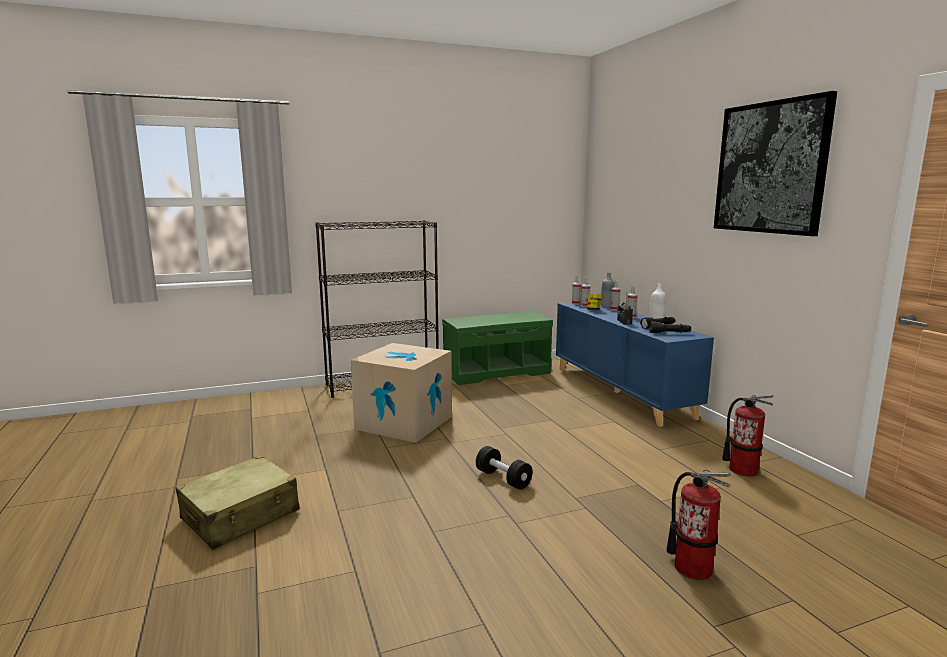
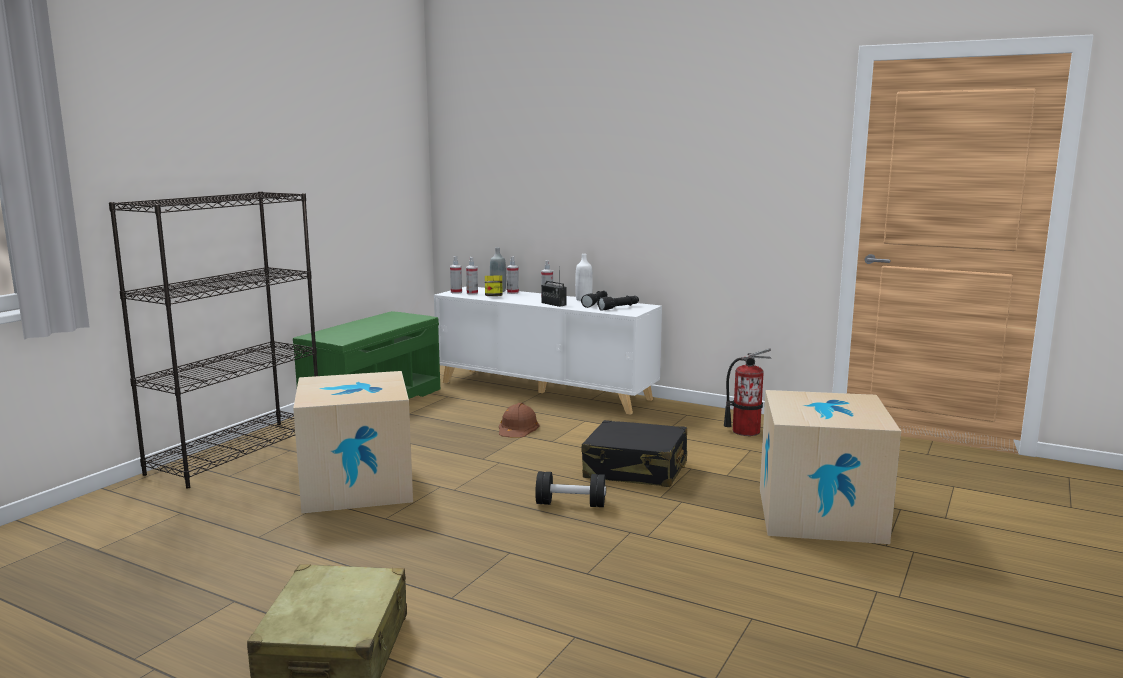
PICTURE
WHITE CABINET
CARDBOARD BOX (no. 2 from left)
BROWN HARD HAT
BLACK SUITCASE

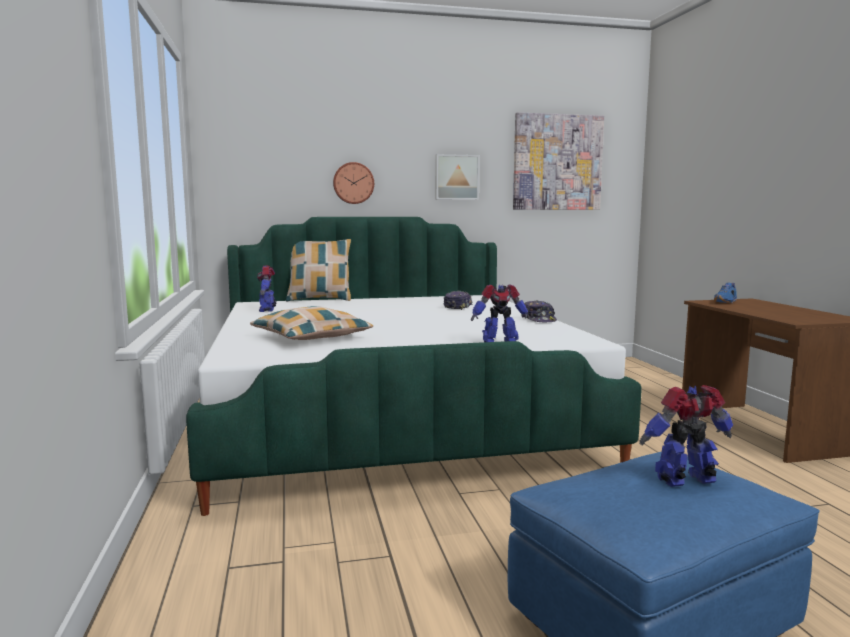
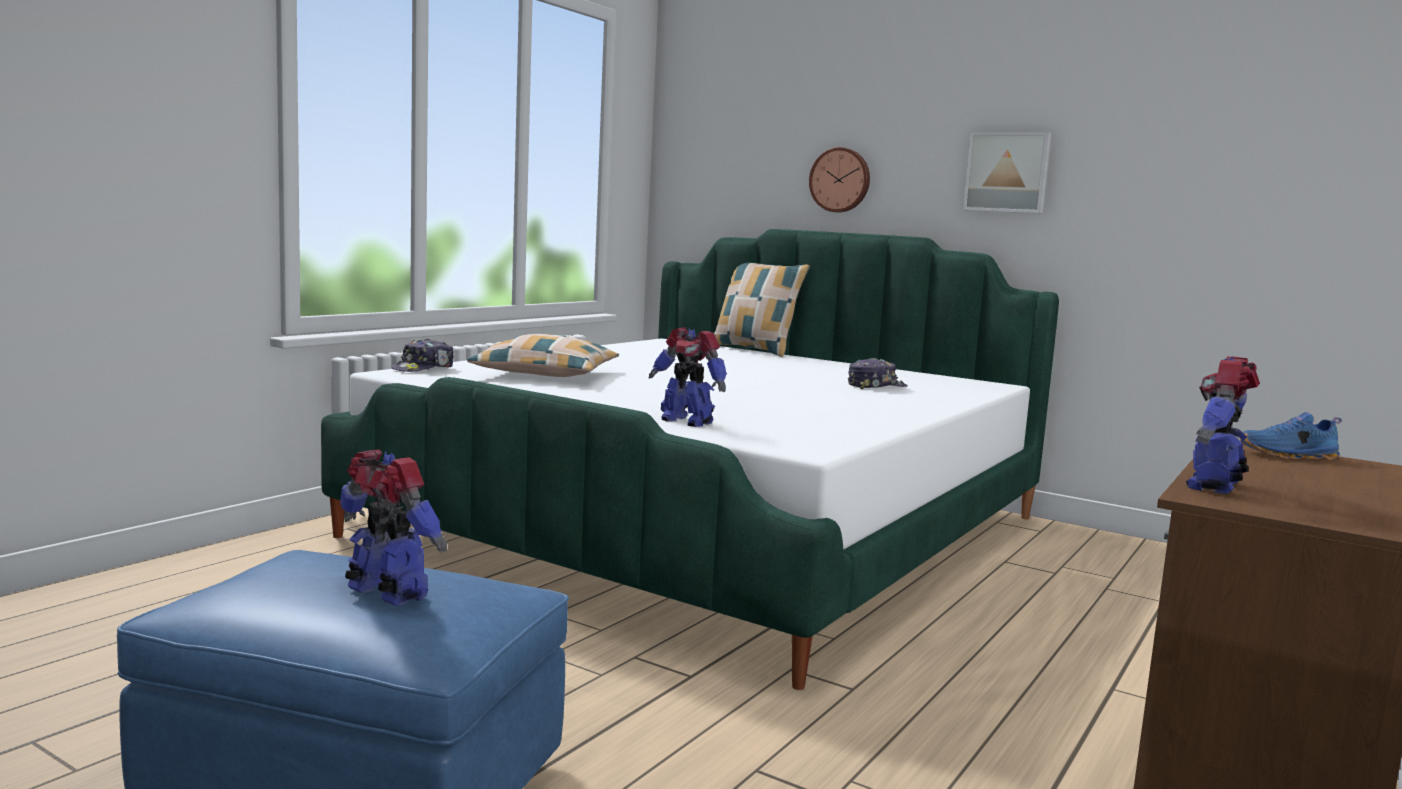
PICTURE (no. 2 from left in the first image)
TOY ROBOT (no. 3 from left)
CAP (no. 1 from left)

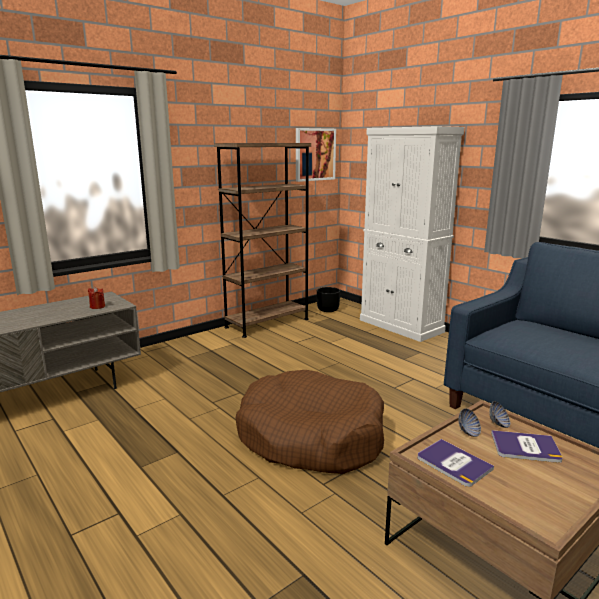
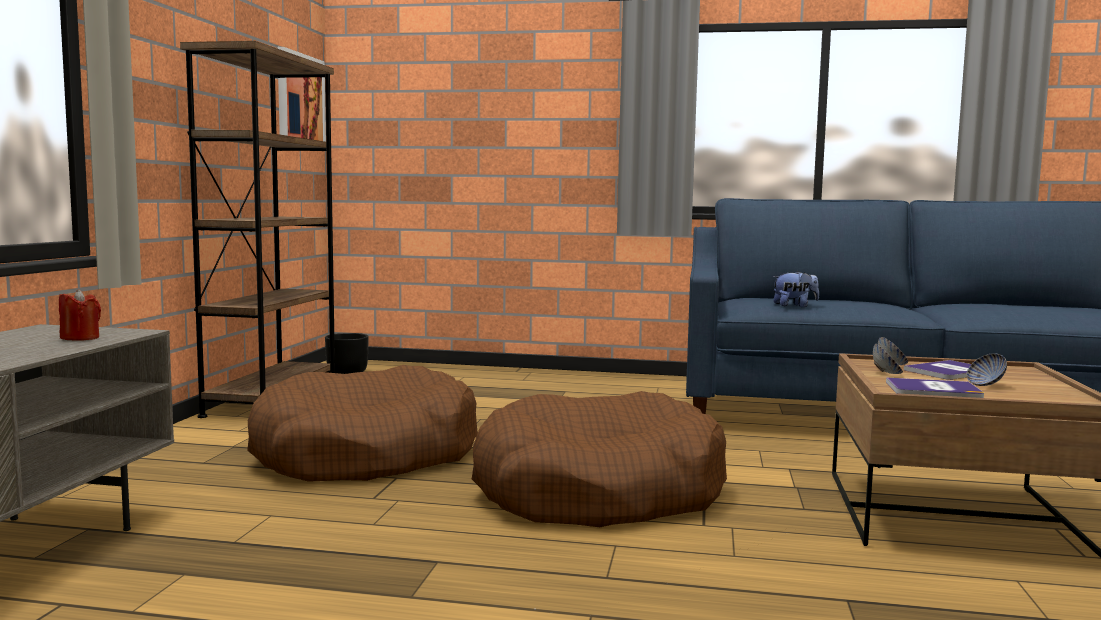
WHITE CABINET
PLUSH TOY
BOWL (no. 3 from left)
BROWN DOG BED (no. 1 from left)

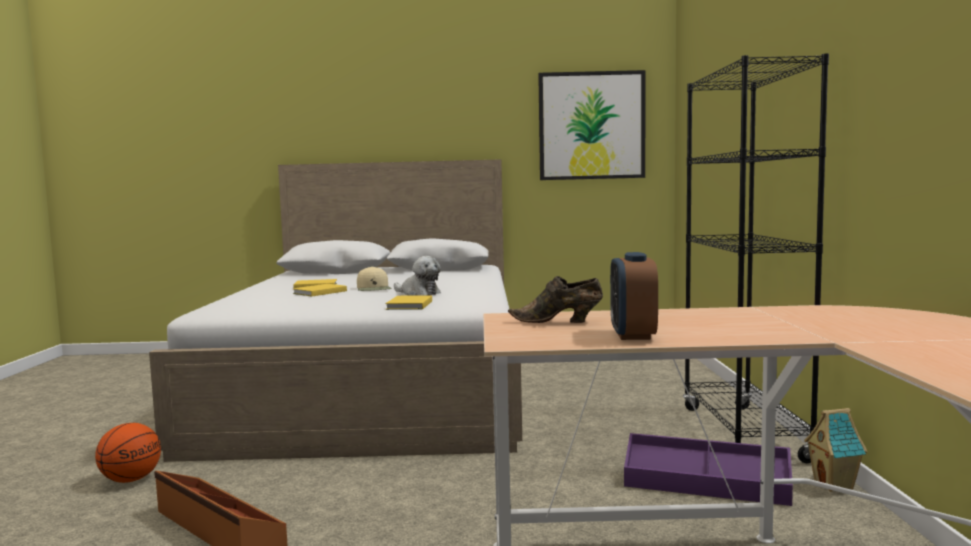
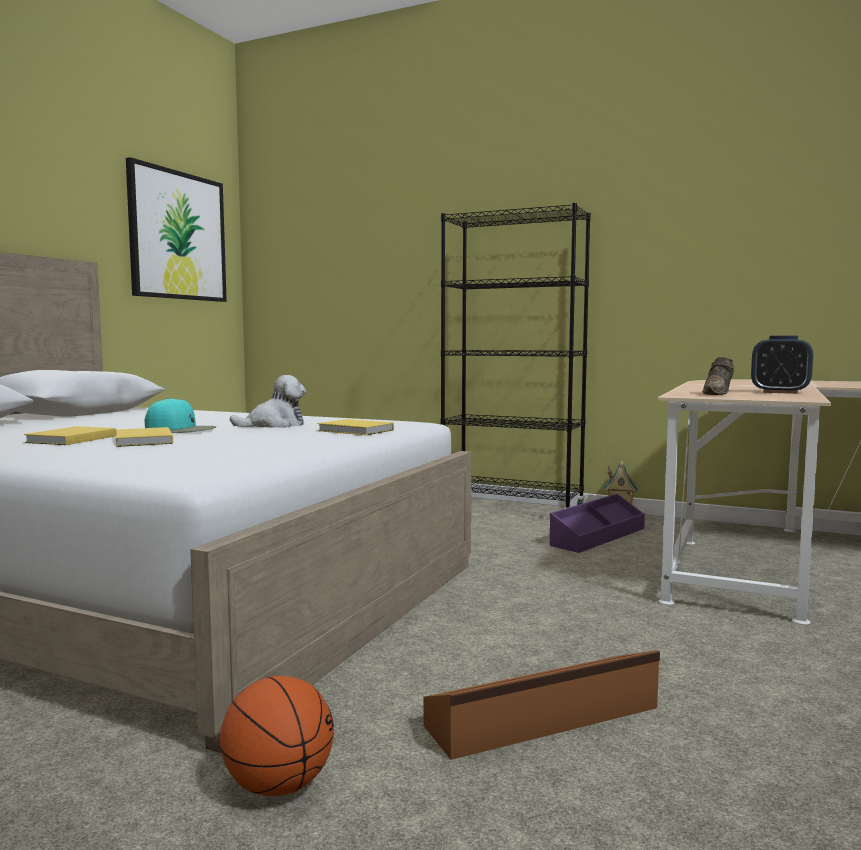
TURQUOISE CAP

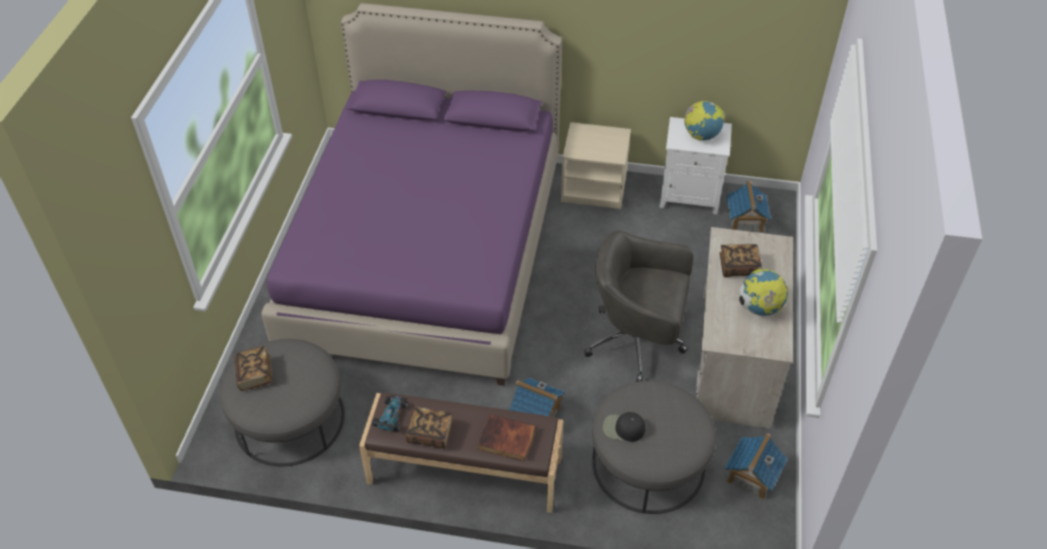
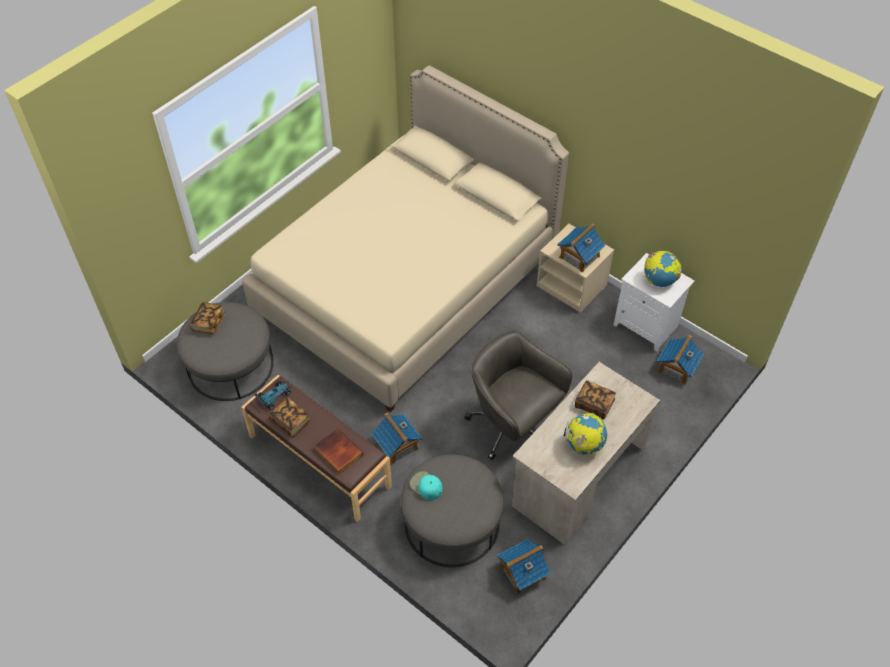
BEIGE BED
TURQUOISE CAP
TOY HOUSE (no. 3 from left)

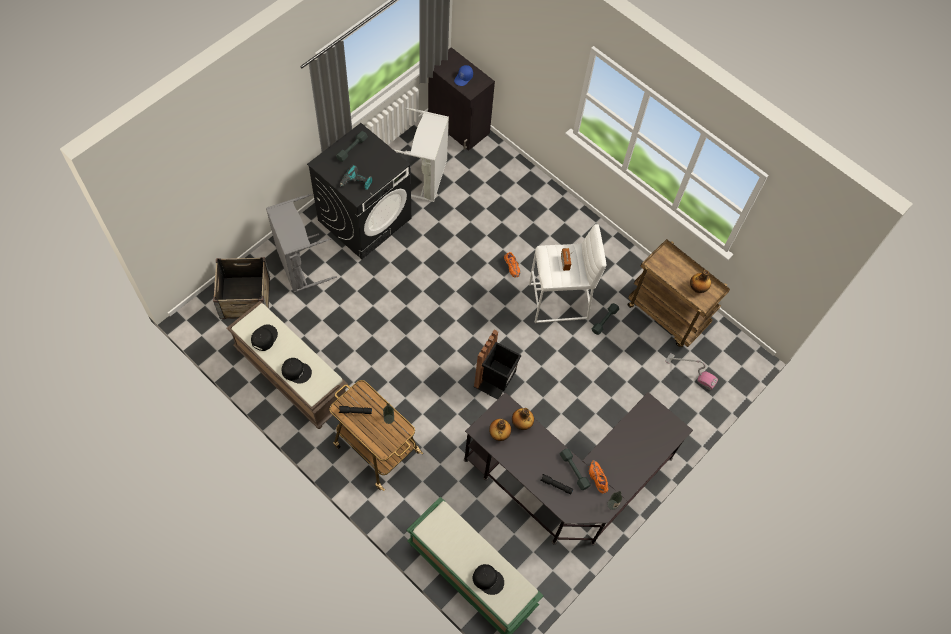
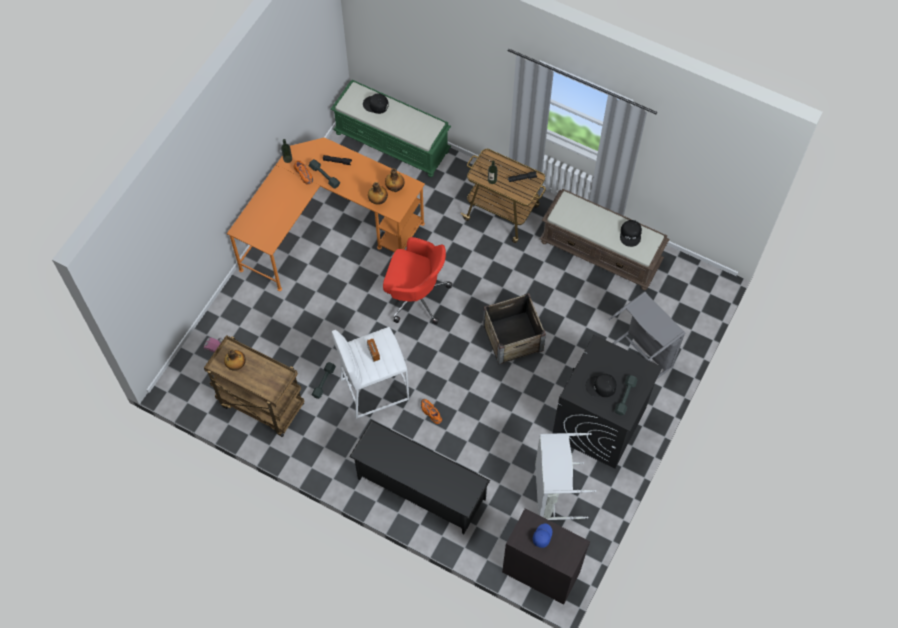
POWER DRILL
CRATE
RED OFFICE CHAIR
BLACK CAP (no. 2 from left)
ORANGE DESK
BLACK SHOE RACK

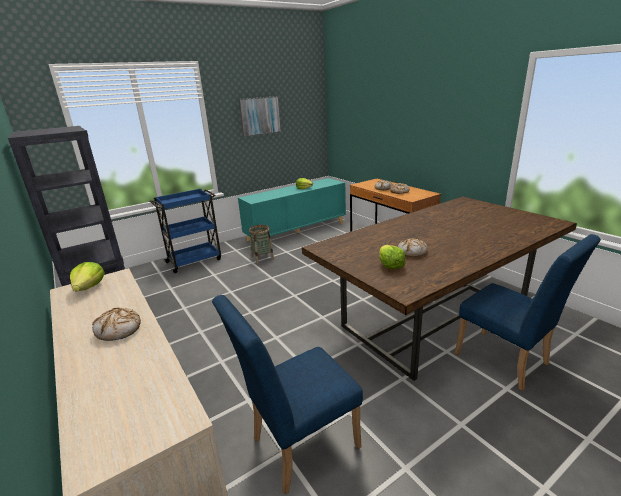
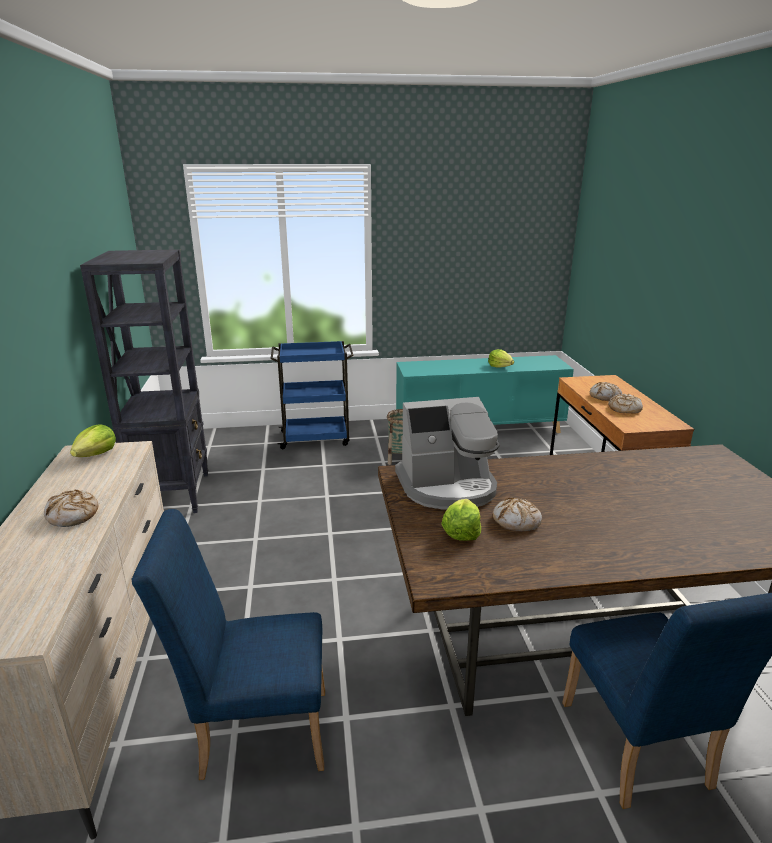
PICTURE
COFFEE MACHINE

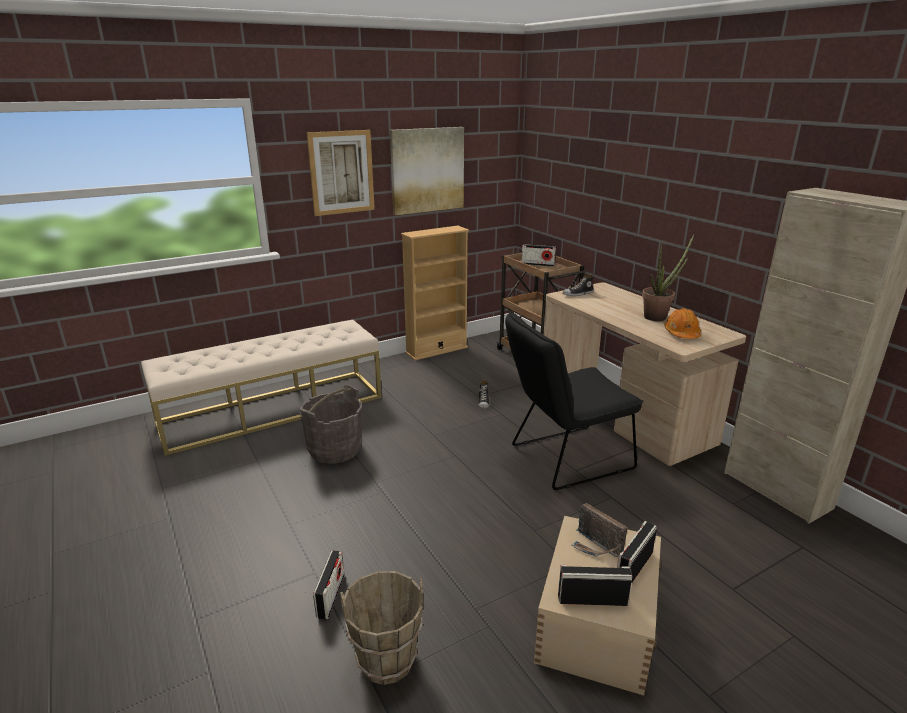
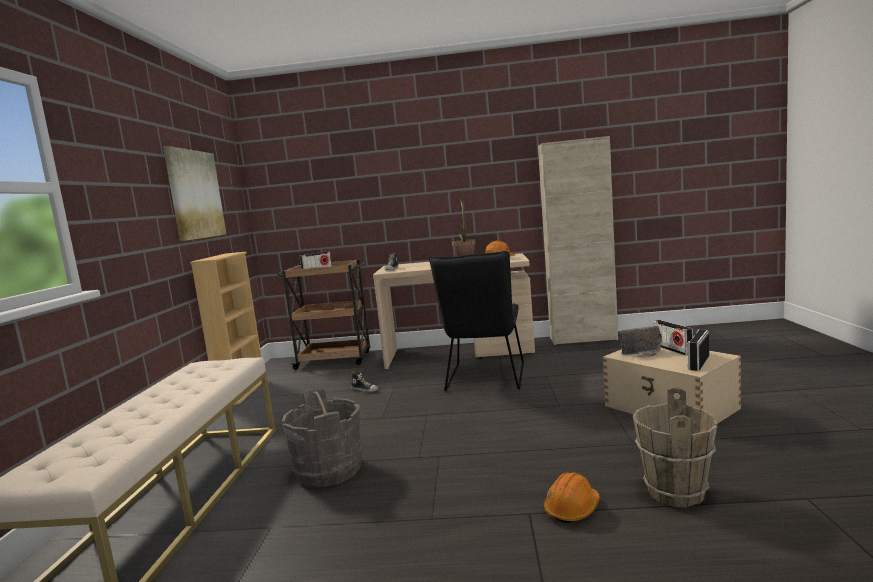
PICTURE (no. 1 from left in the first image)
ORANGE HARD HAT (no. 2 from left)

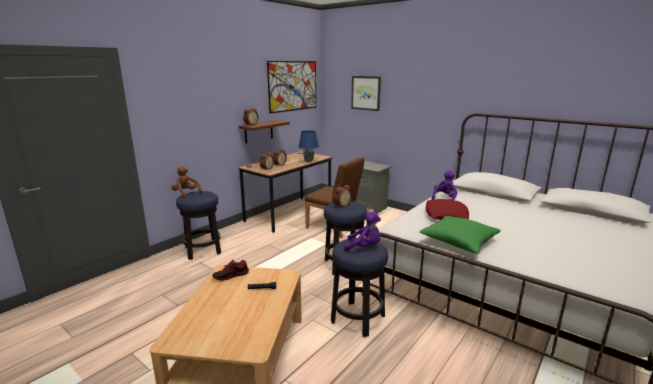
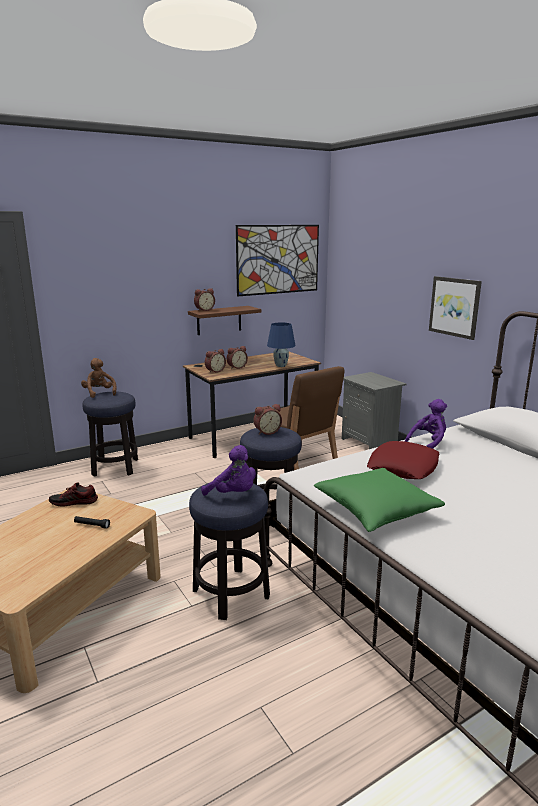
PICTURE (no. 2 from left)

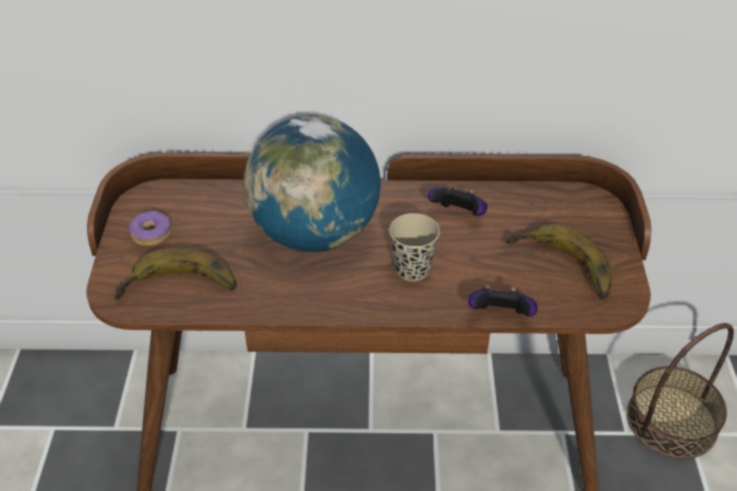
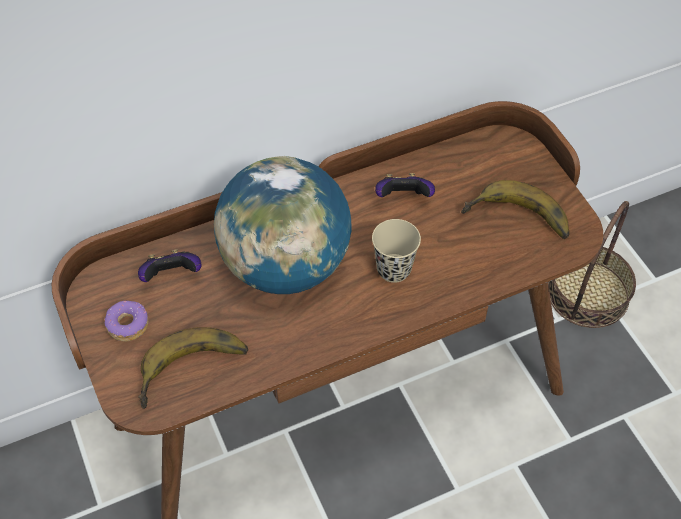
GAME CONTROLLER (no. 1 from left)

